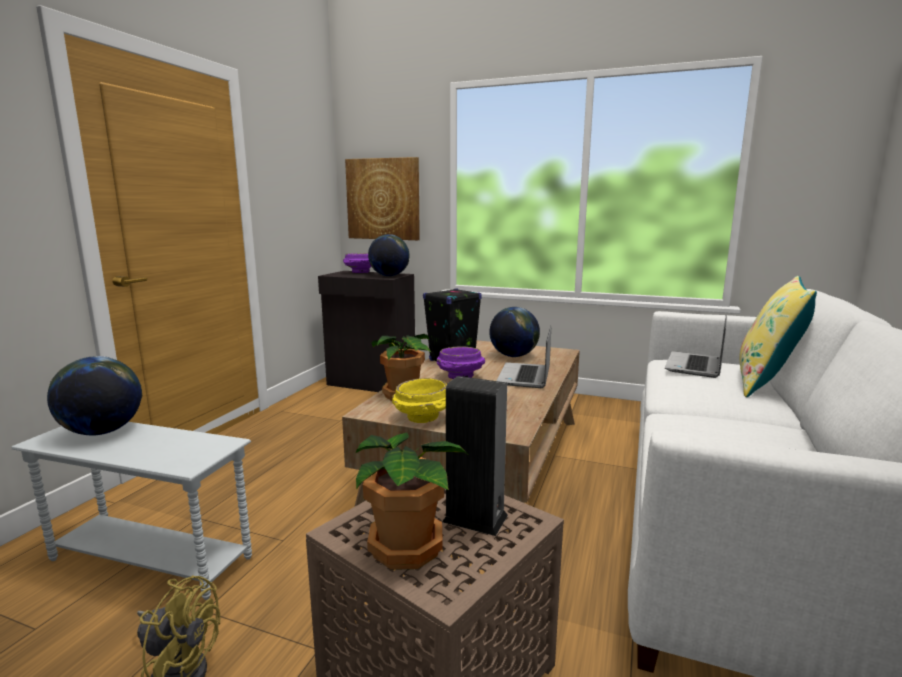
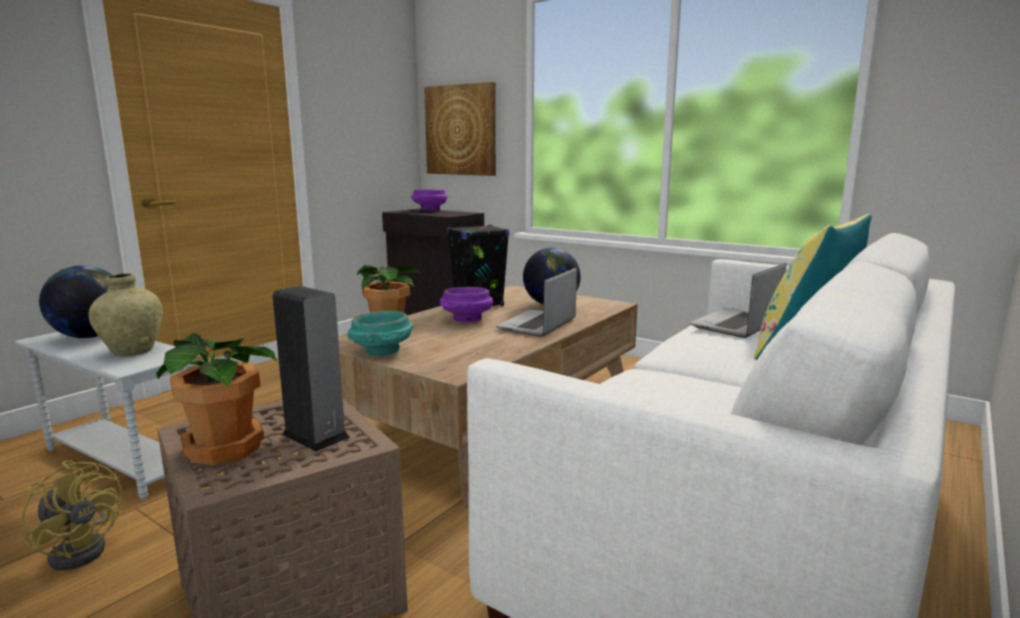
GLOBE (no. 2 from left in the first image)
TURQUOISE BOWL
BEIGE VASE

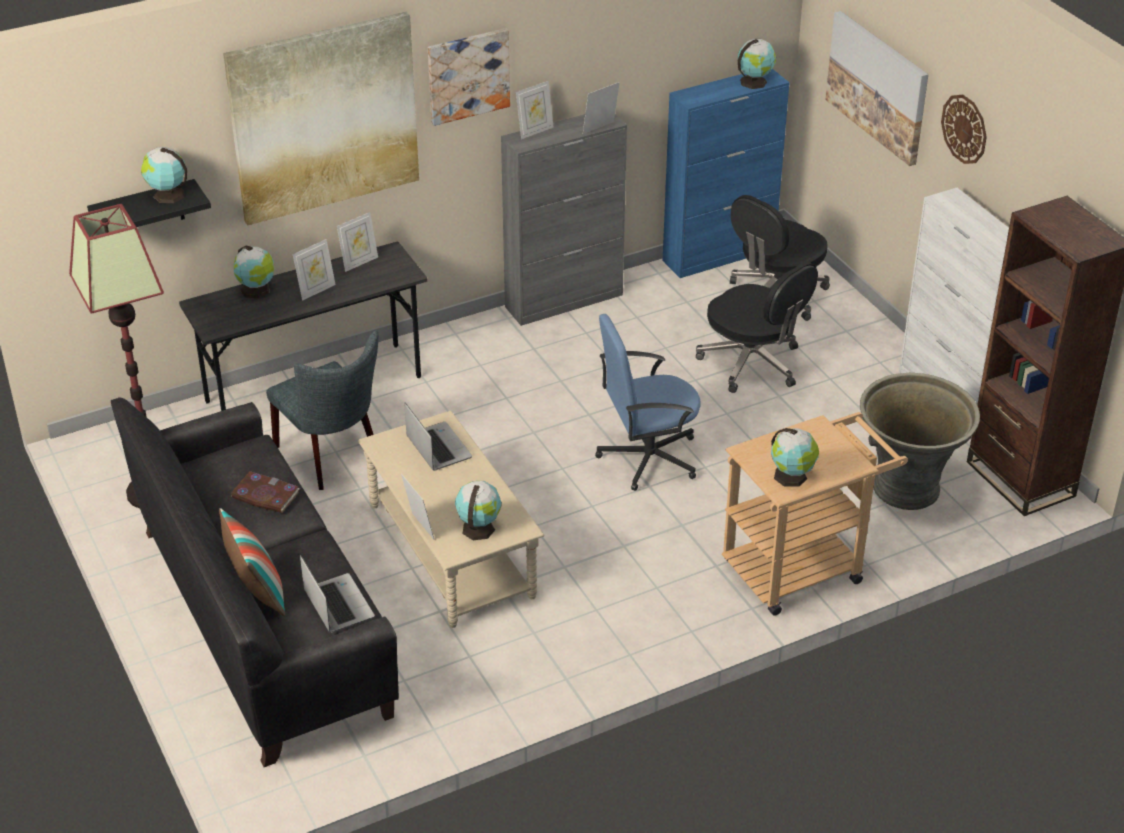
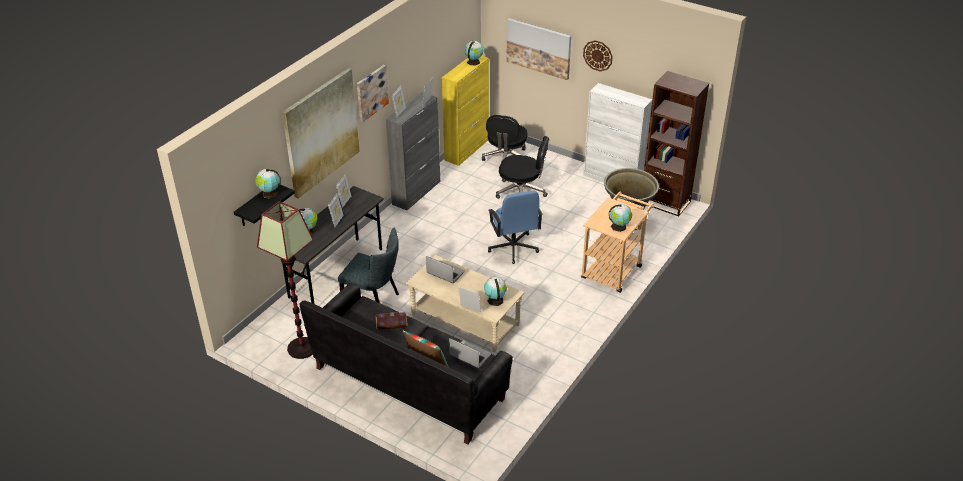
YELLOW CABINET
BLUE OFFICE CHAIR

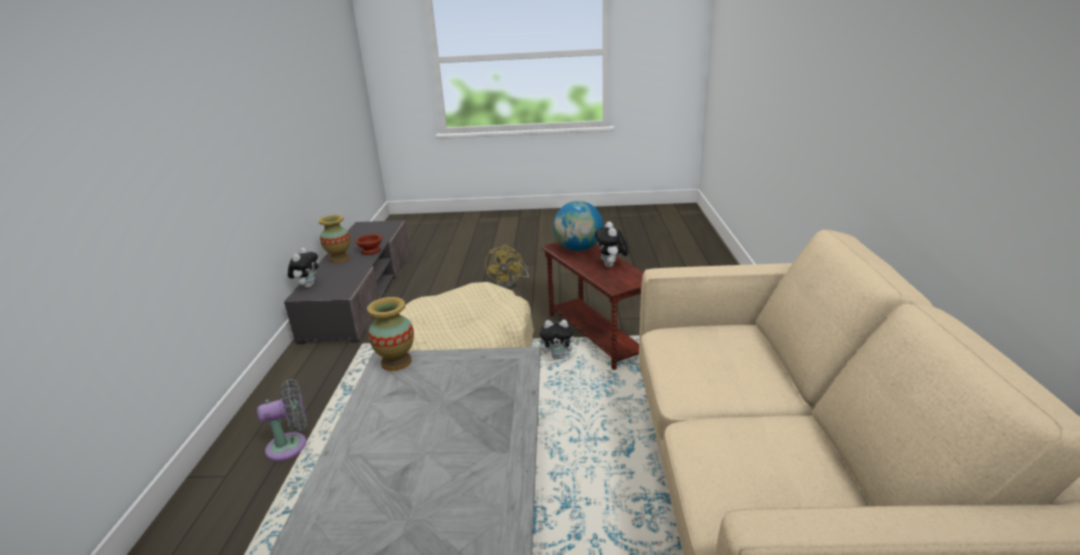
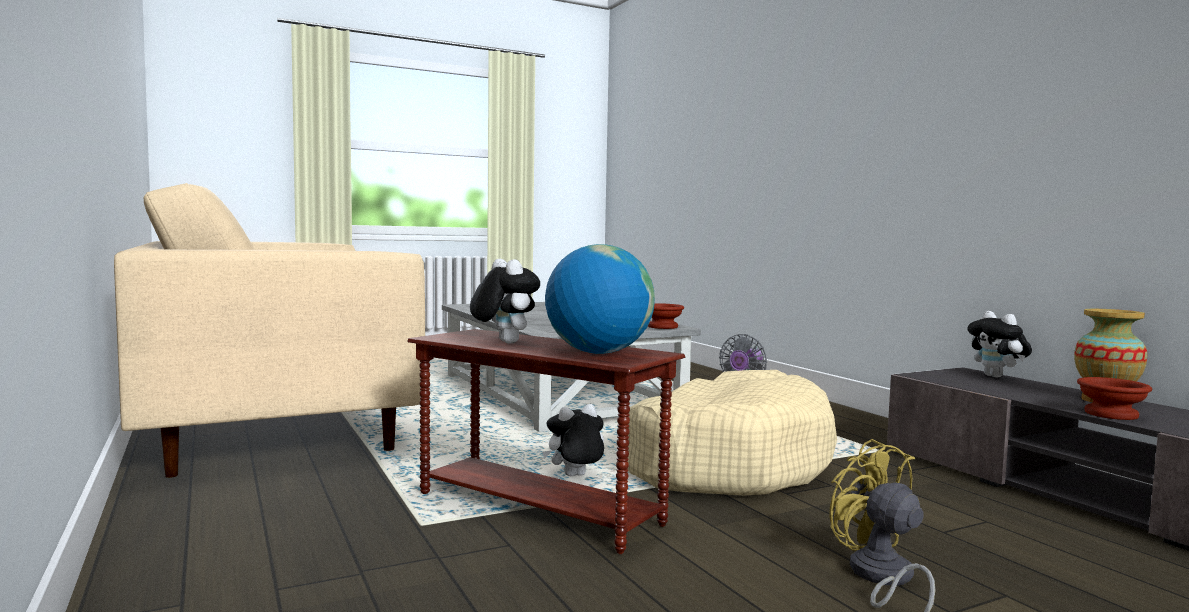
BROWN BOWL (no. 1 from left)

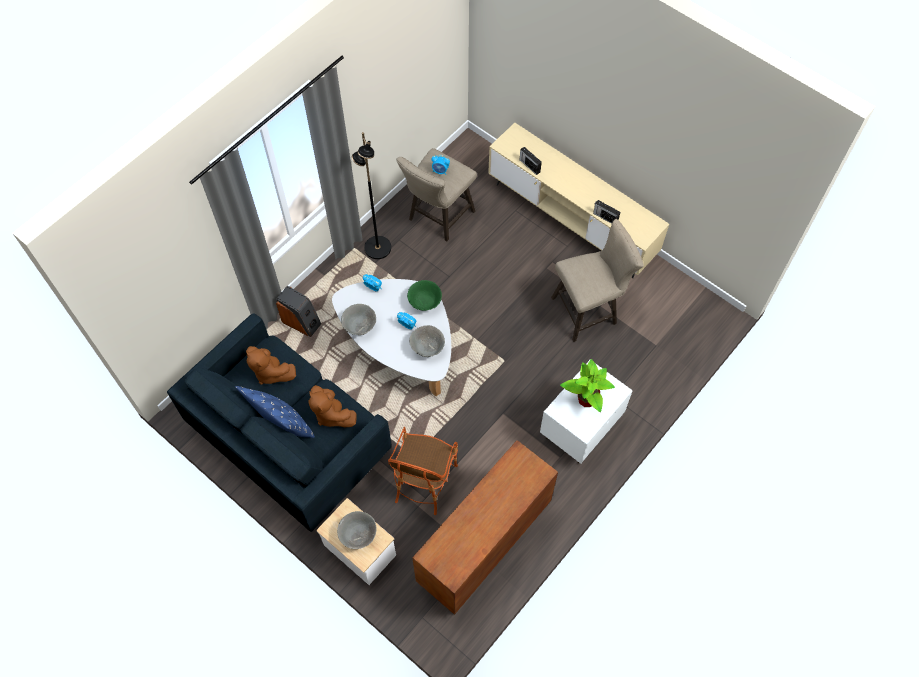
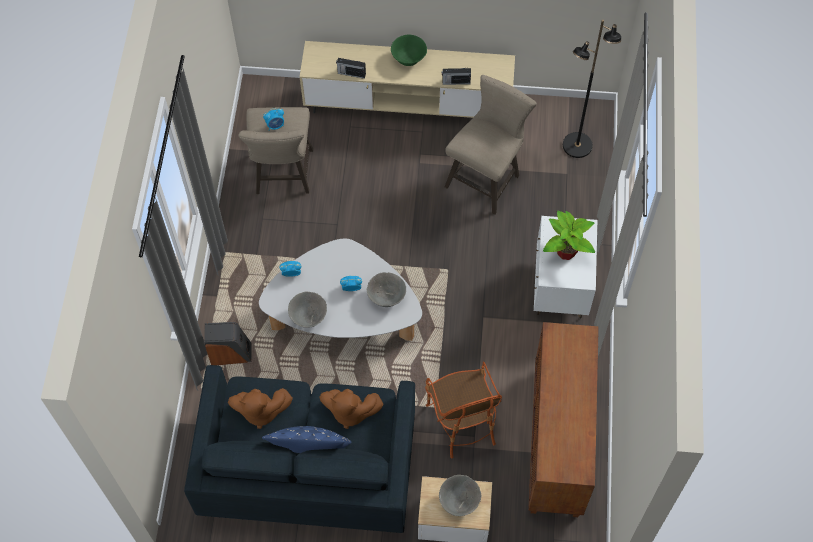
BLACK FLOOR LAMP
GREEN BOWL

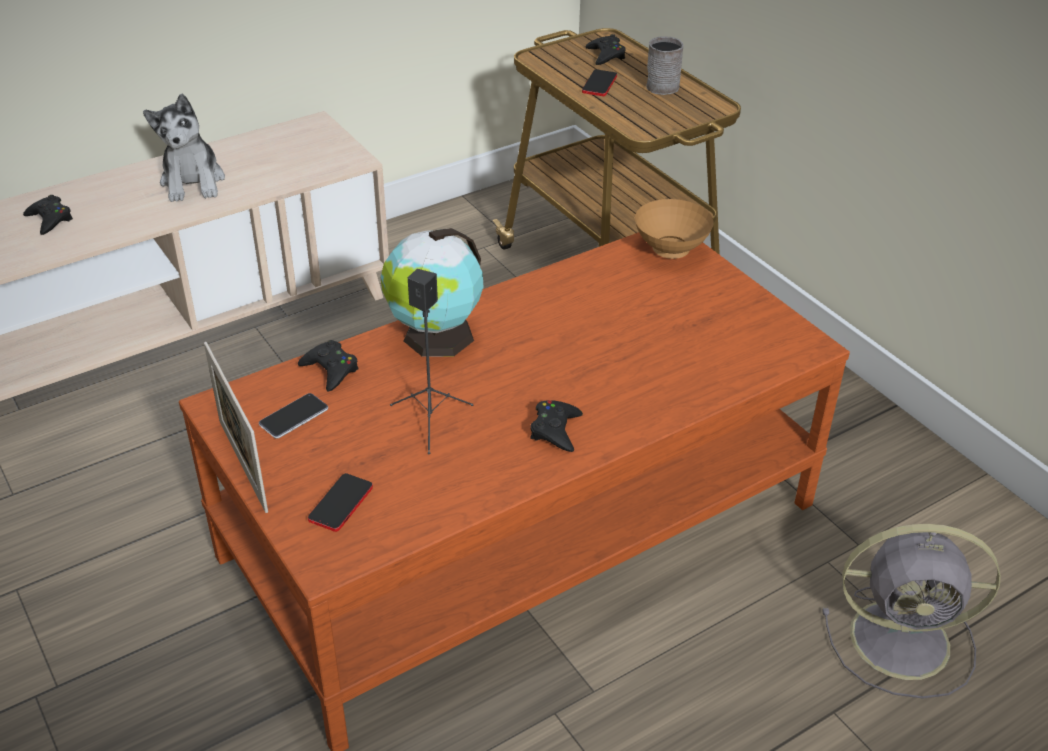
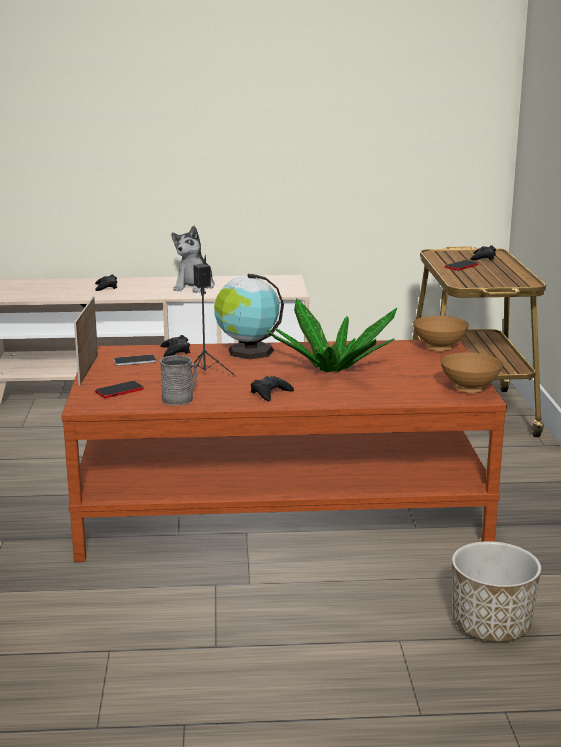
GREY MUG
PLANTER
POTTED PLANT
BROWN BOWL (no. 2 from left)

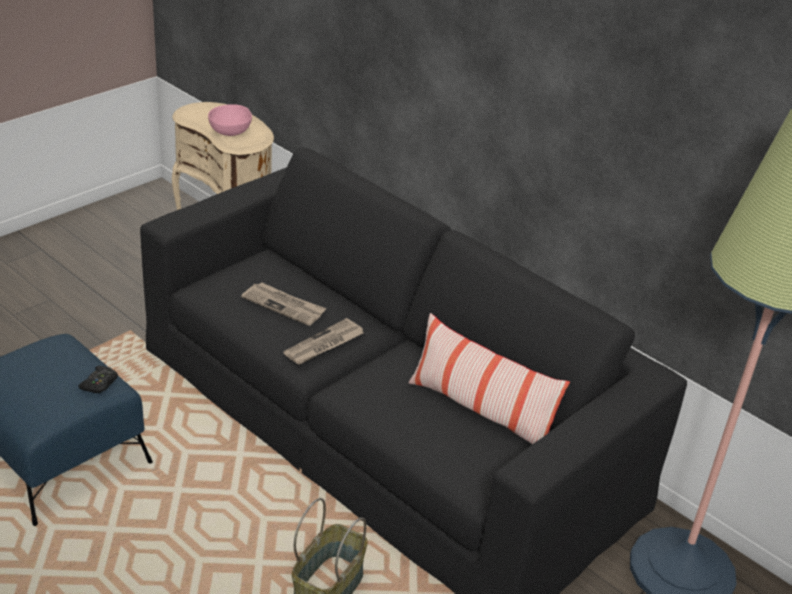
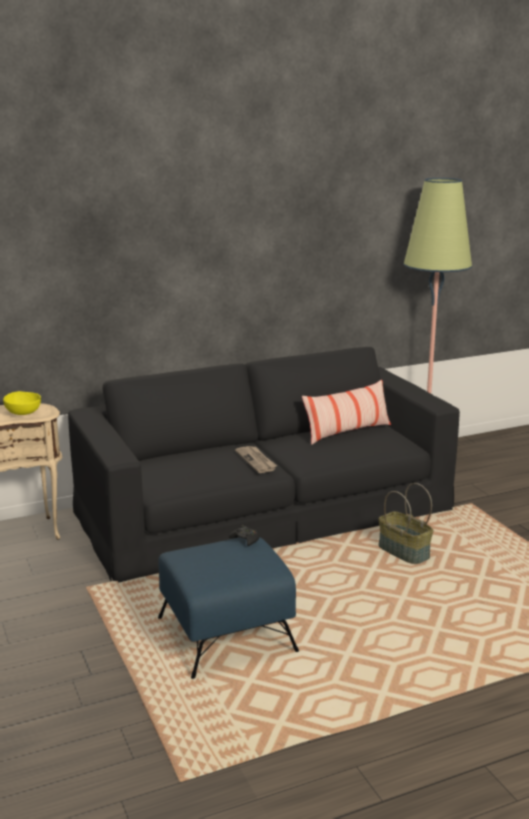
YELLOW BOWL
NEWSPAPER (no. 1 from left in the first image)

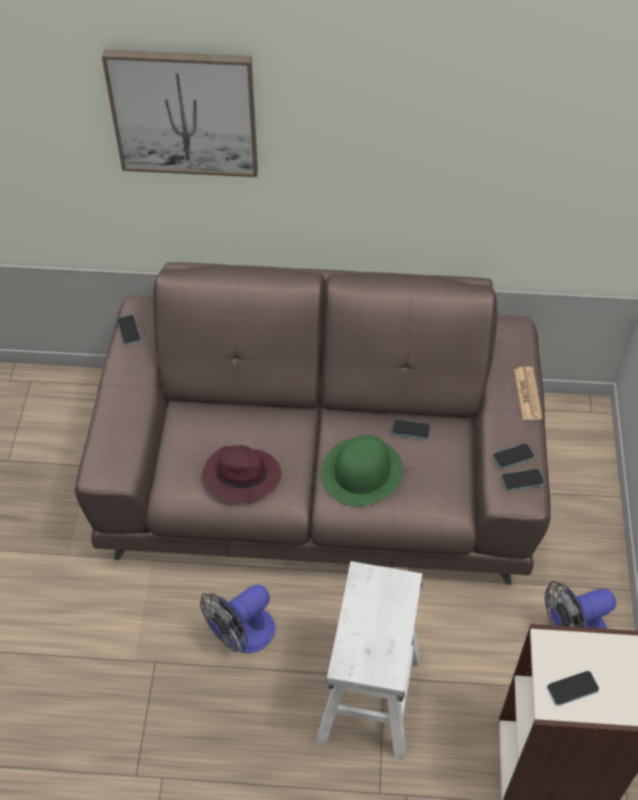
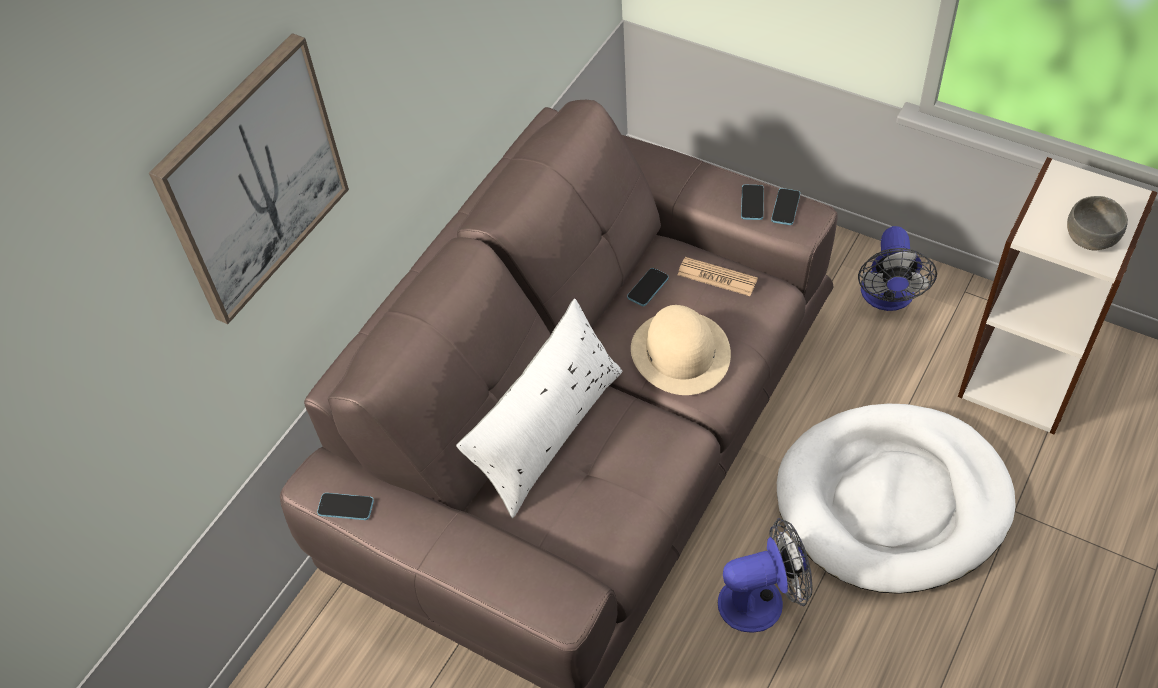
NEWSPAPER
BEIGE HAT
PURPLE HAT
WHITE DOG BED
FAN (no. 1 from left)
GREY BOWL
WHITE PILLOW

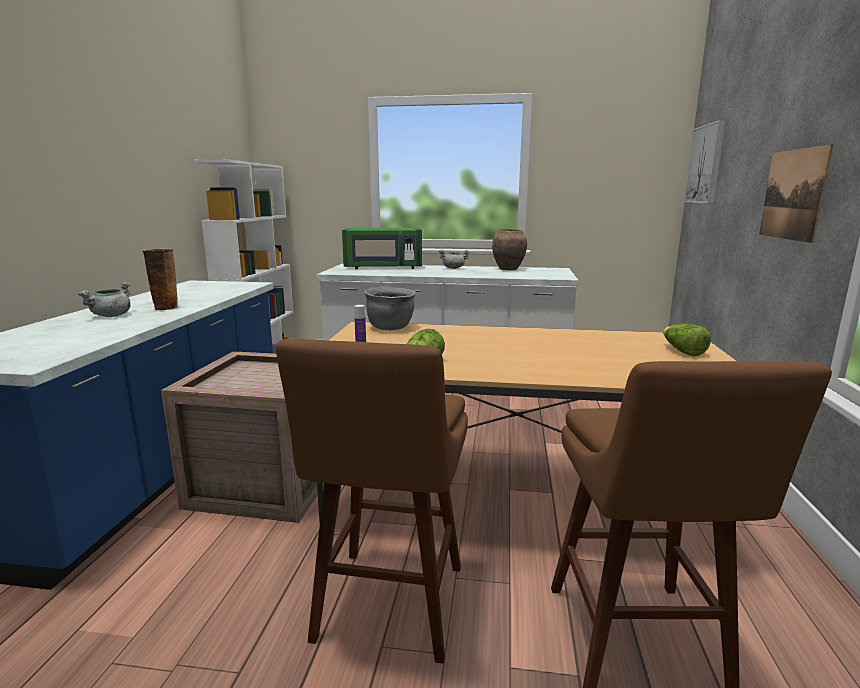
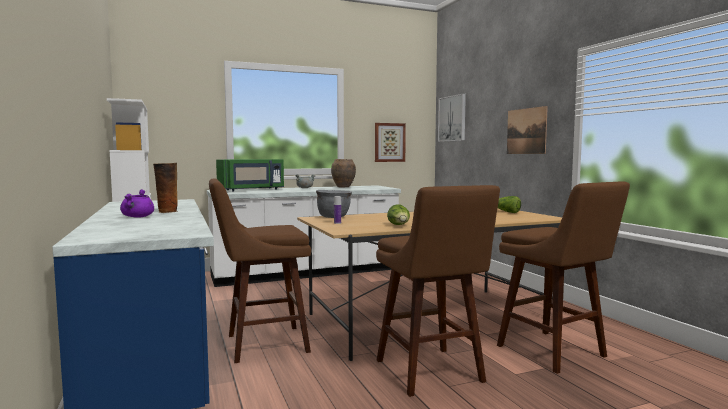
PURPLE COOKING POT
BROWN STOOL (no. 1 from left)
PICTURE (no. 1 from left)

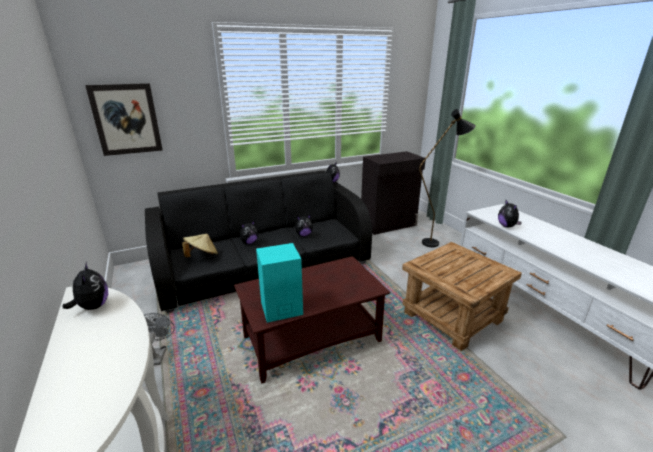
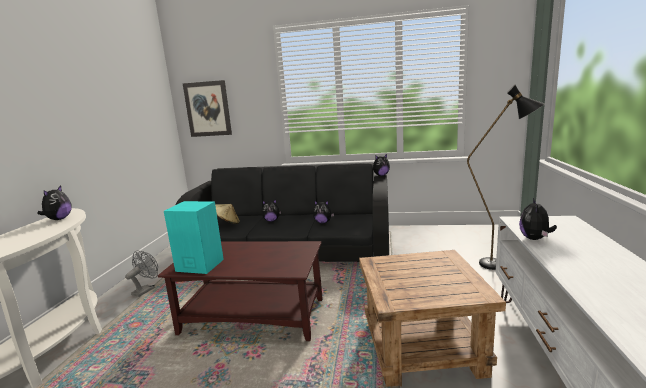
BLACK CABINET

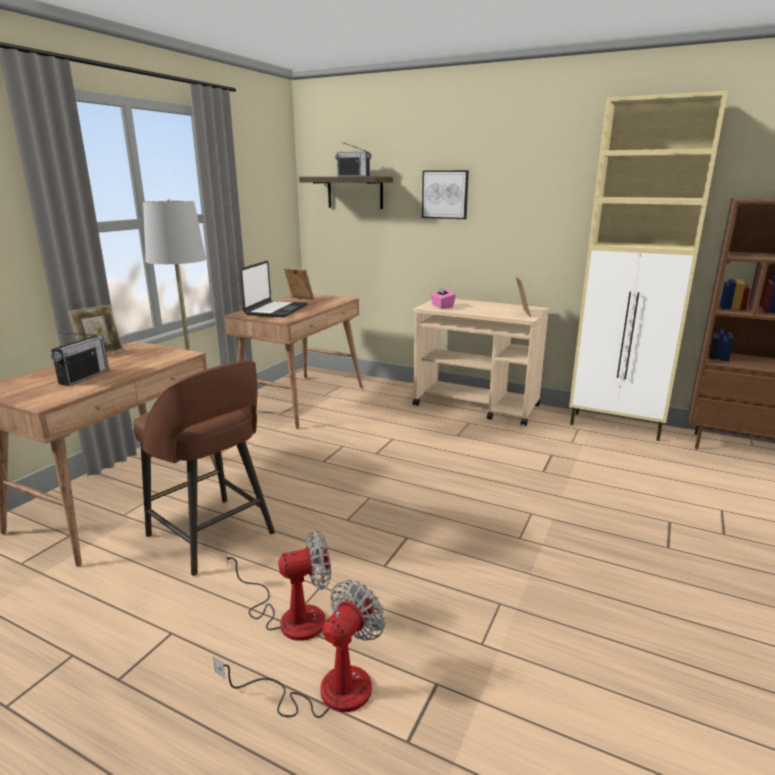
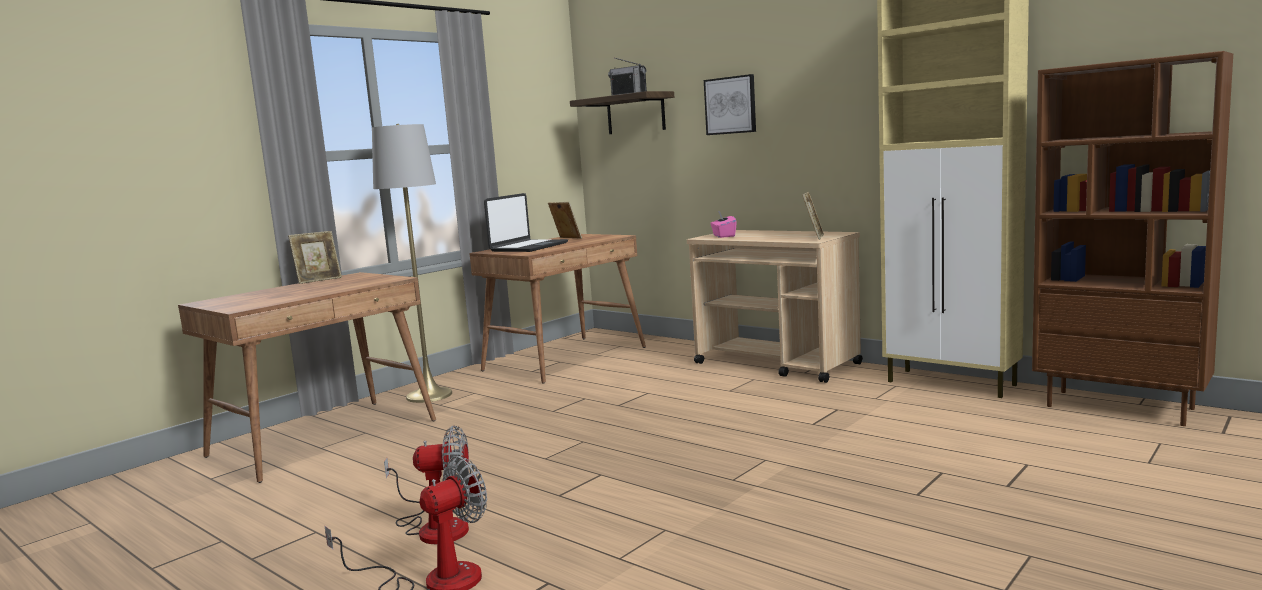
RADIO (no. 1 from left in the first image)
BROWN STOOL

